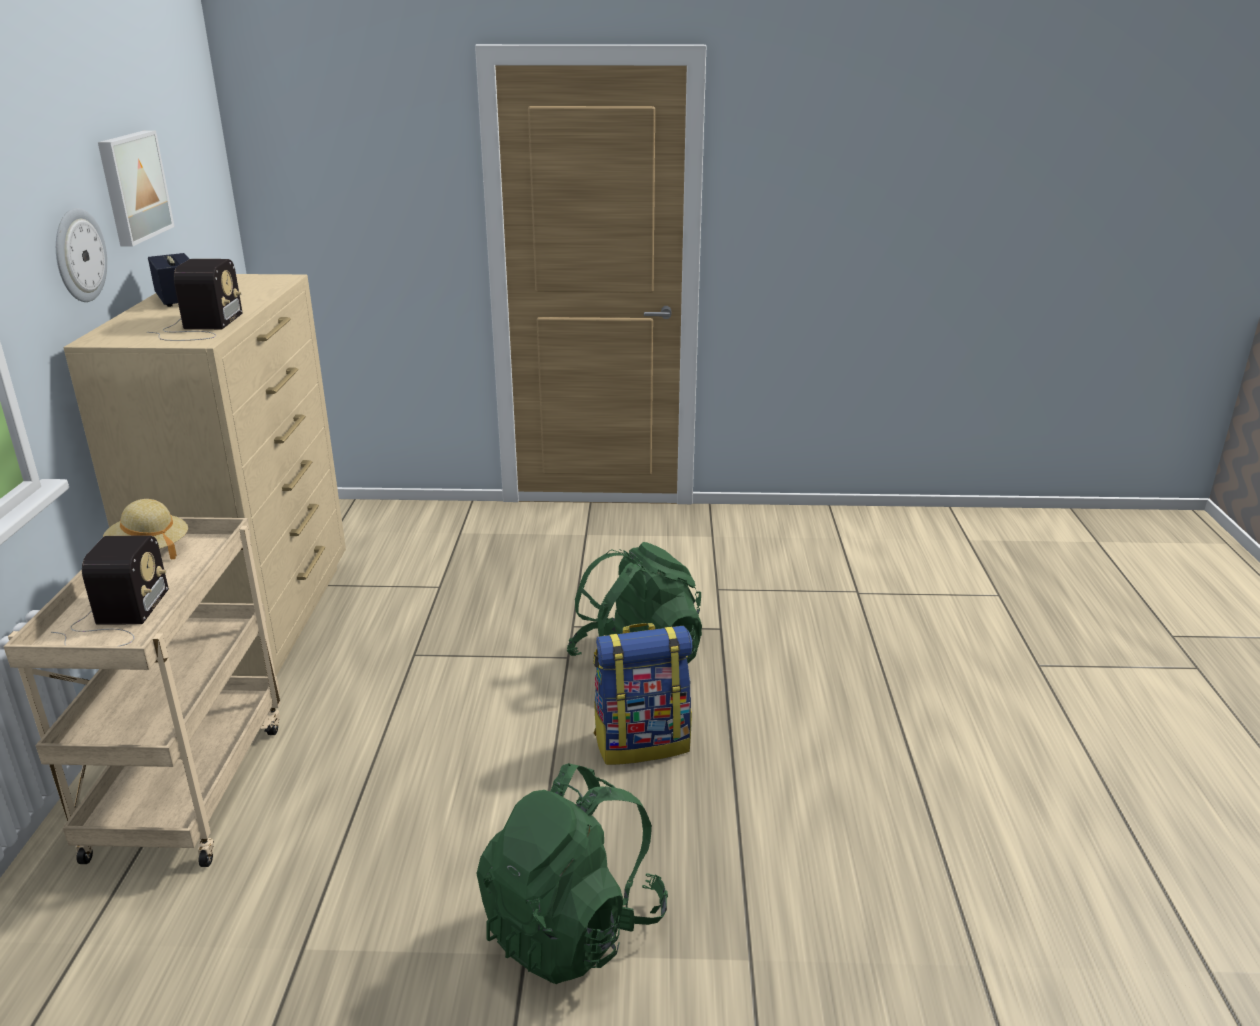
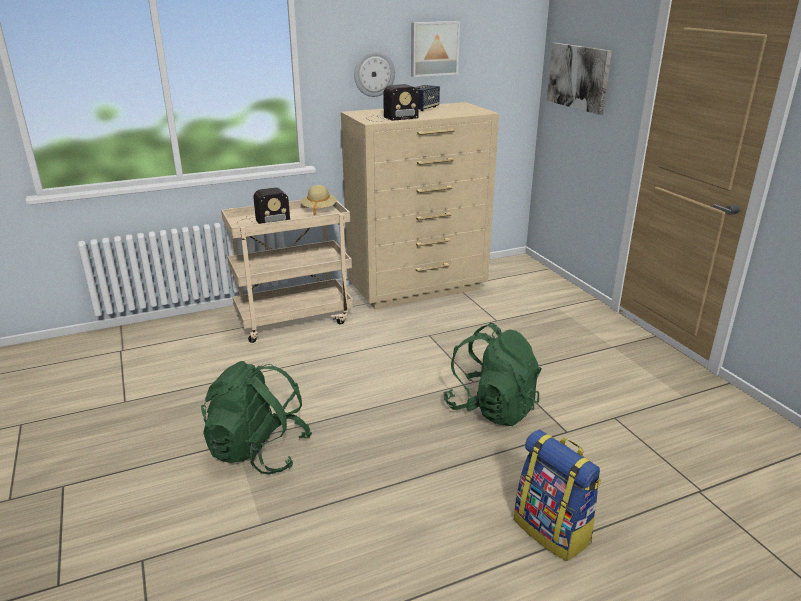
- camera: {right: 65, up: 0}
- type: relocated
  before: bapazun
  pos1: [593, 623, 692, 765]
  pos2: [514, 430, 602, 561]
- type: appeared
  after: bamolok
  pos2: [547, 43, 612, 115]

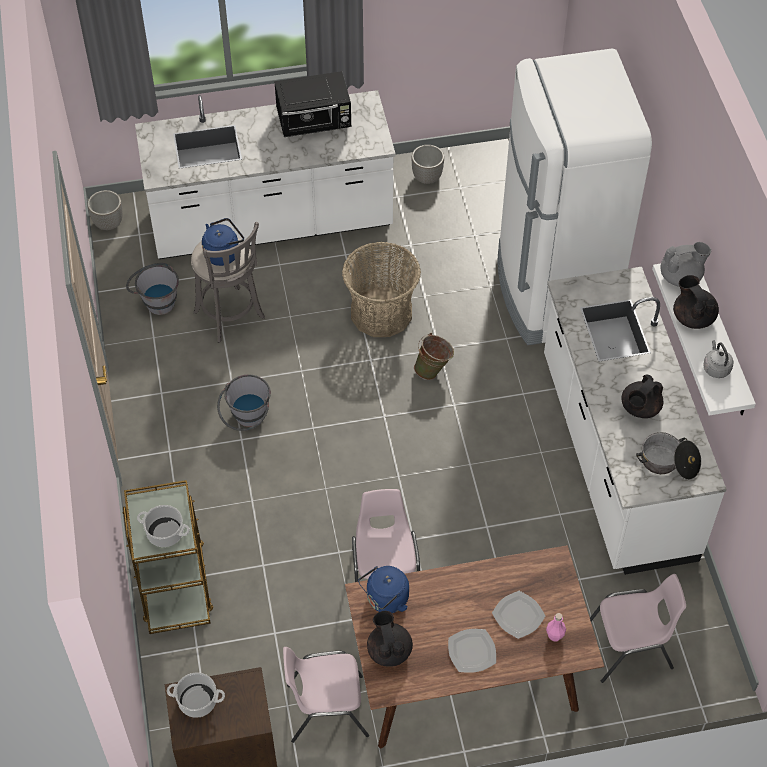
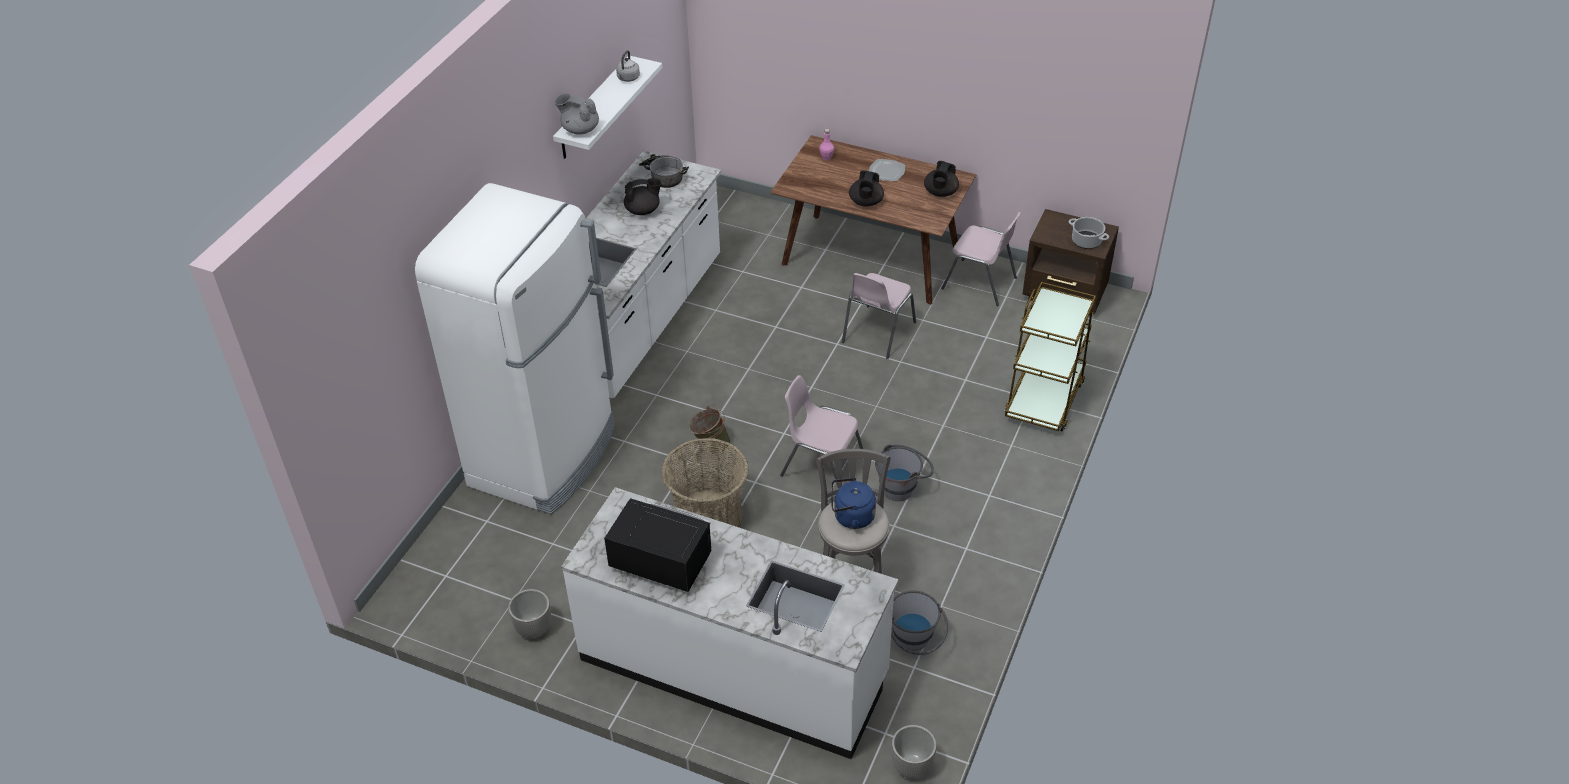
- camera: {right: -145, up: -10}
- type: missing
  before: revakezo
  pos1: [137, 505, 190, 547]
- type: missing
  before: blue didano
  pos1: [358, 566, 409, 613]
- type: missing
  before: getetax
  pos1: [492, 591, 545, 639]
- type: relocated
  before: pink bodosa
  pos1: [590, 574, 686, 683]
  pos2: [780, 375, 863, 487]
- type: relocated
  before: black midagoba
  pos1: [673, 275, 719, 329]
  pos2: [849, 170, 884, 207]

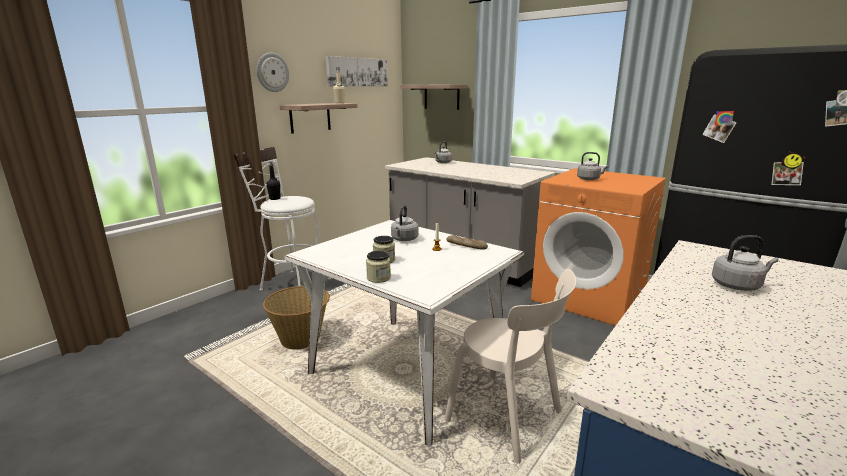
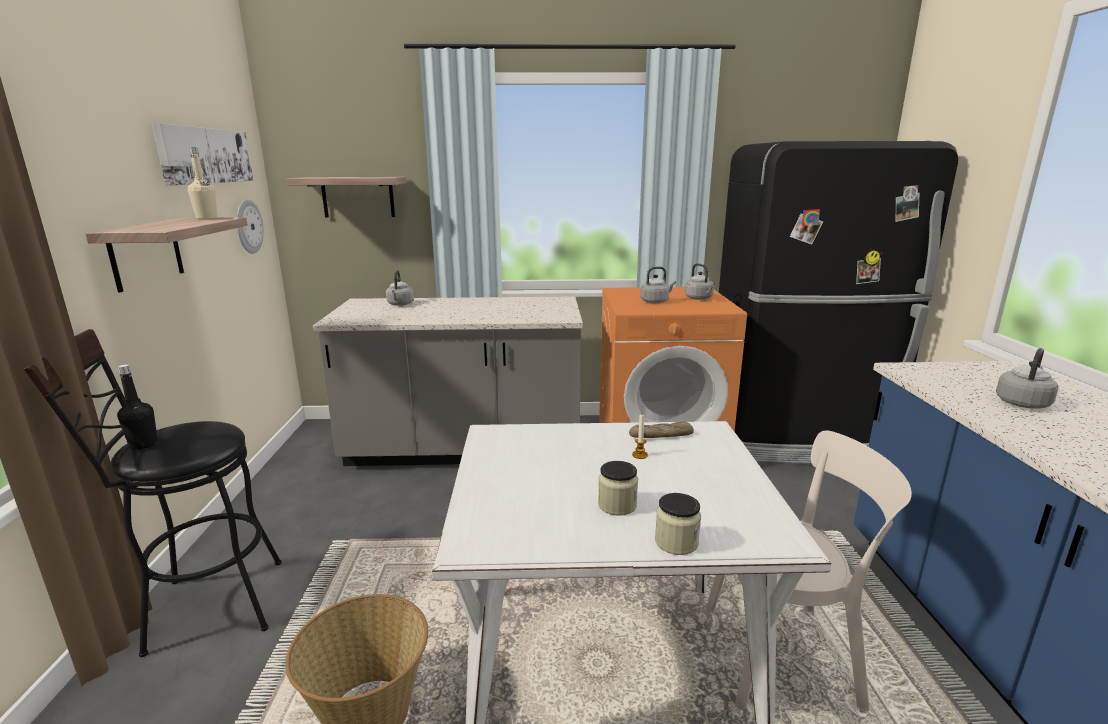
- camera: {right: -40, up: 0}
- type: colour
  before: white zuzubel
  after: black zuzubel
  pos1: [233, 147, 331, 291]
  pos2: [24, 329, 281, 657]
- type: relocated
  before: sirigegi
  pos1: [257, 53, 289, 92]
  pos2: [237, 200, 264, 254]
- type: relocated
  before: grey didano
  pos1: [391, 205, 419, 241]
  pos2: [685, 263, 715, 300]

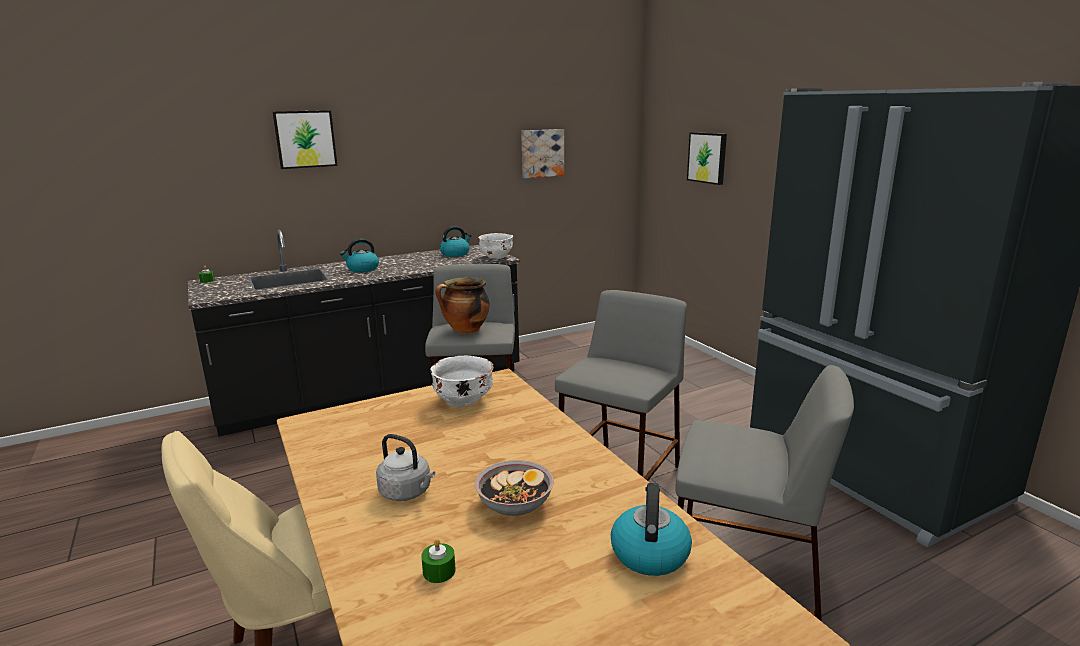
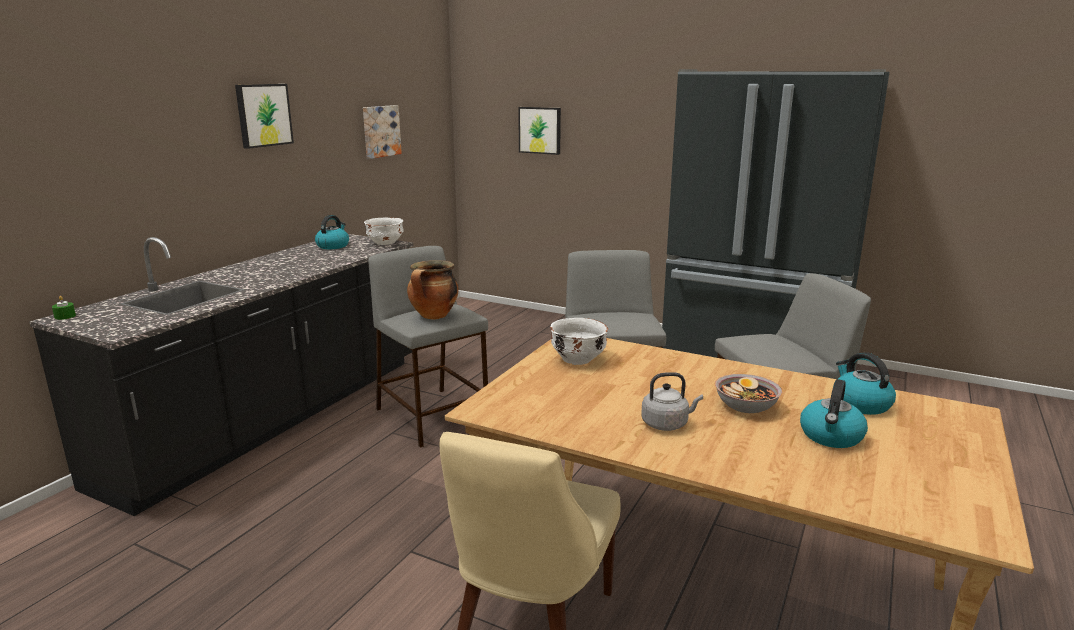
- camera: {right: -35, up: 0}
- type: relocated
  before: bamolok
  pos1: [273, 110, 338, 169]
  pos2: [235, 84, 294, 149]
- type: relocated
  before: didano
  pos1: [340, 239, 379, 272]
  pos2: [800, 379, 868, 448]
- type: missing
  before: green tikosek
  pos1: [421, 539, 456, 583]

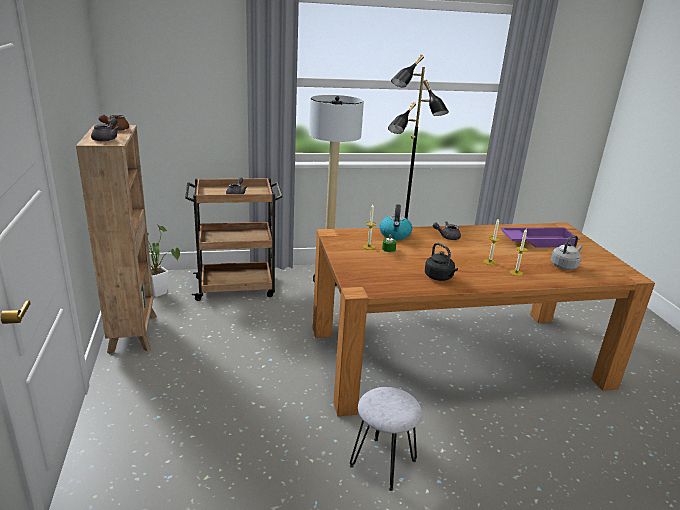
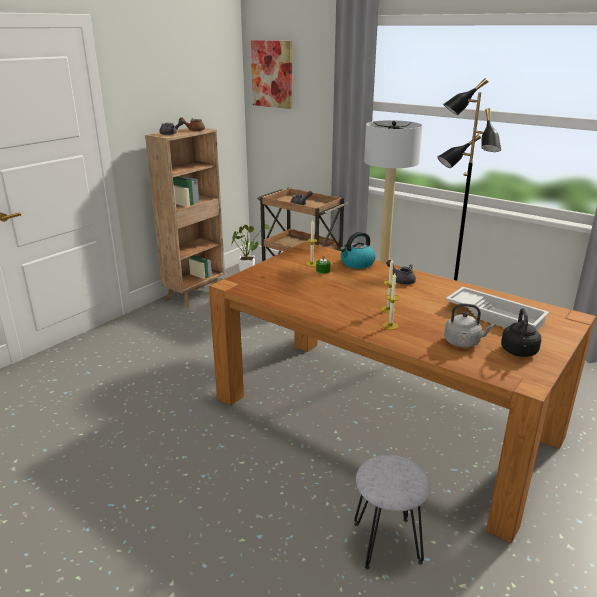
- camera: {right: 50, up: 0}
- type: relocated
  before: grey zuzubel
  pos1: [350, 387, 422, 491]
  pos2: [354, 455, 431, 569]
- type: relocated
  before: black didano
  pos1: [425, 243, 458, 281]
  pos2: [501, 308, 541, 357]
- type: colour
  before: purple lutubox
  after: white lutubox
  pos1: [501, 227, 579, 247]
  pos2: [446, 287, 549, 330]
- type: appeared
  after: bamolok
  pos2: [251, 40, 292, 109]

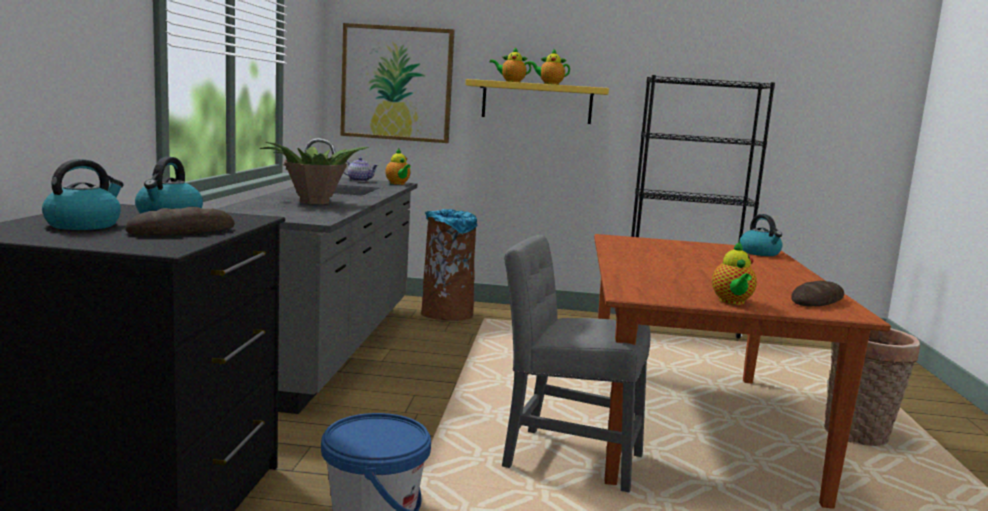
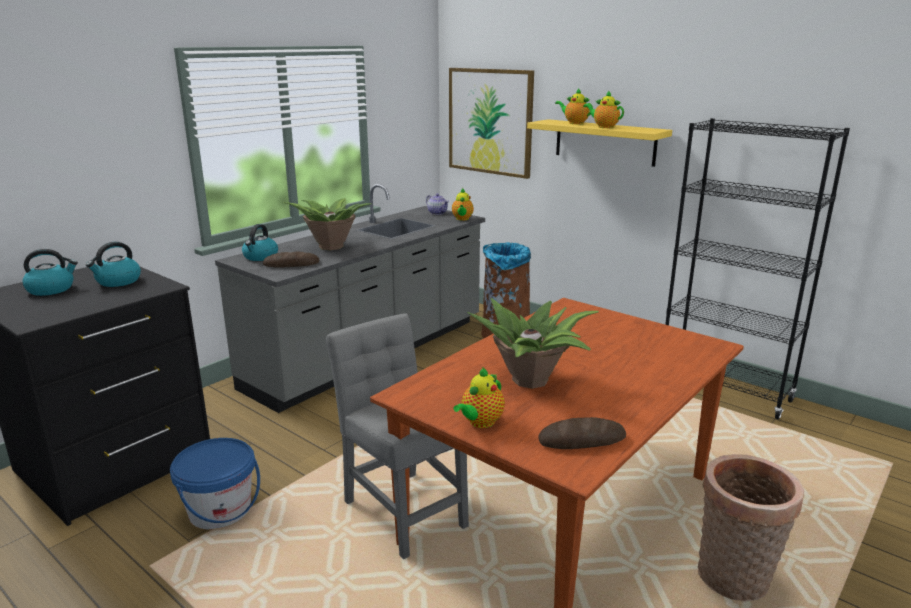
- camera: {right: 35, up: 10}
- type: relocated
  before: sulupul
  pos1: [125, 207, 235, 235]
  pos2: [263, 251, 319, 268]
- type: relocated
  before: didano
  pos1: [739, 214, 783, 256]
  pos2: [242, 224, 278, 261]
- type: appeared
  after: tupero
  pos2: [467, 298, 599, 389]

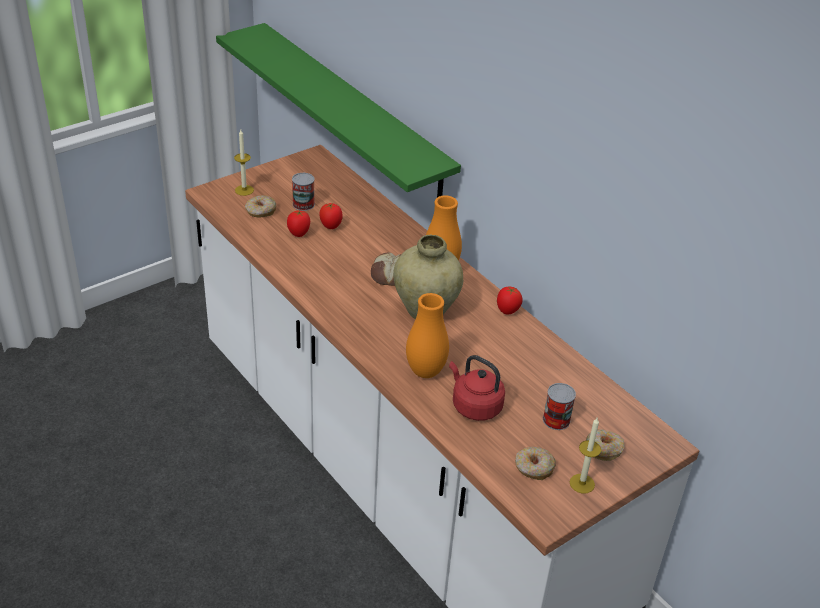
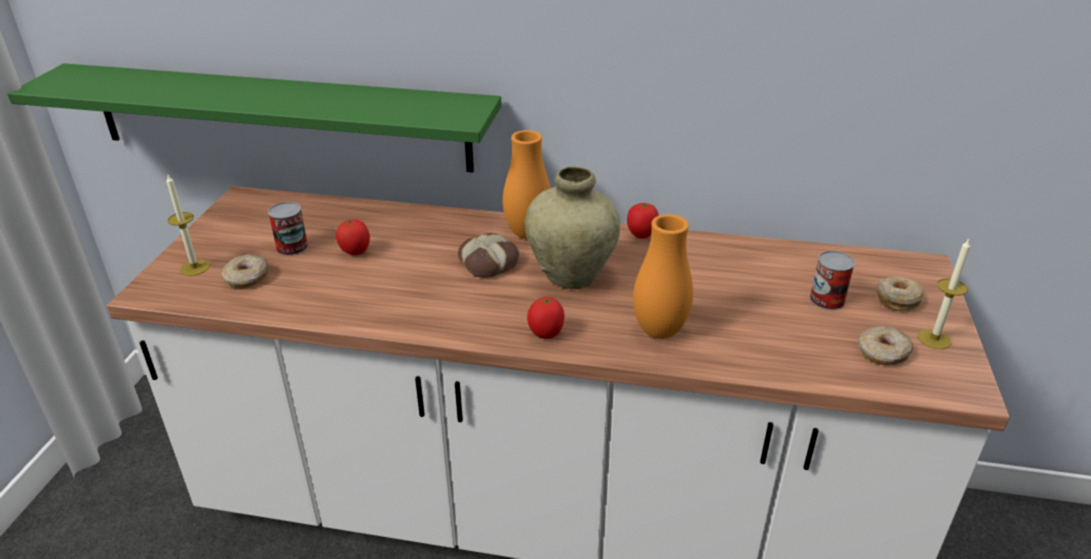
- camera: {right: -40, up: -5}
- type: relocated
  before: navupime
  pos1: [287, 211, 310, 237]
  pos2: [527, 297, 565, 339]
- type: missing
  before: red didano
  pos1: [449, 355, 505, 421]

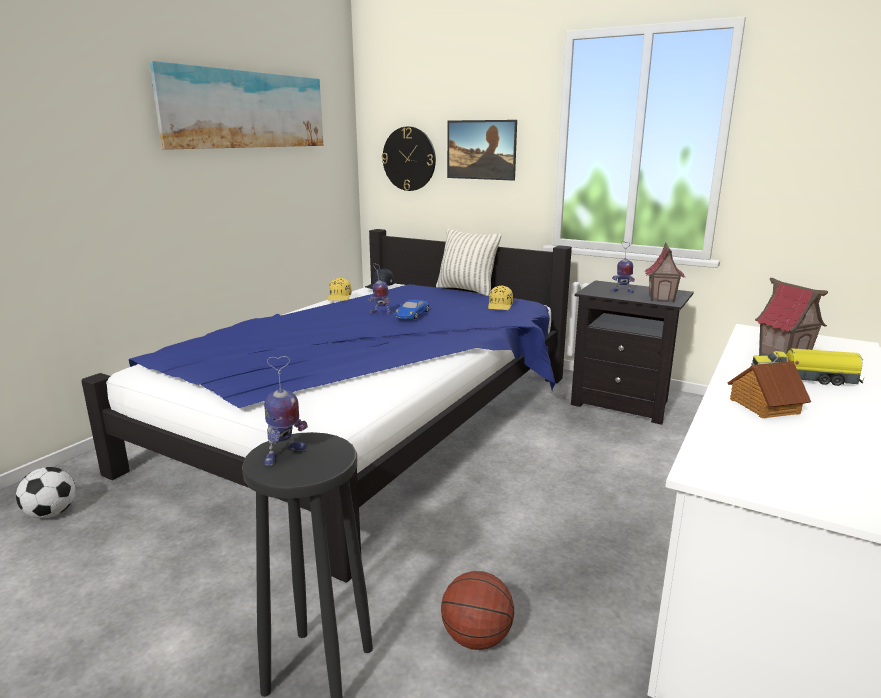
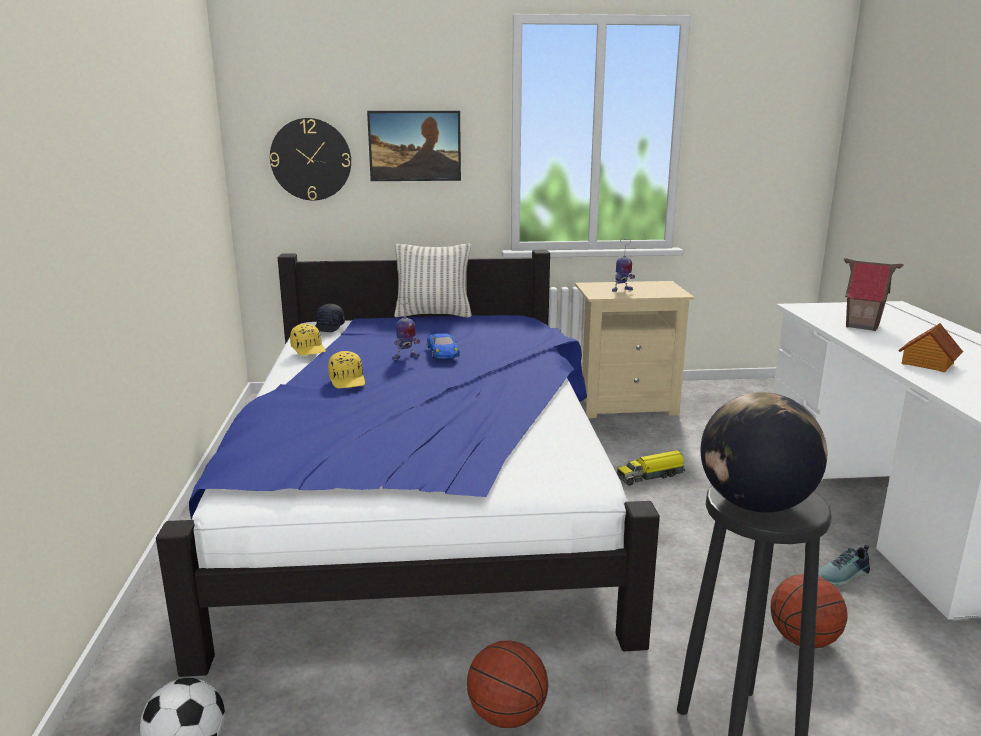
- camera: {right: -35, up: 0}
- type: missing
  before: bamolok
  pos1: [150, 61, 323, 150]
- type: exchanged
  before: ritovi
  after: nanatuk
  pos1: [264, 356, 308, 465]
  pos2: [701, 392, 827, 513]
- type: relocated
  before: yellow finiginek
  pos1: [488, 286, 513, 310]
  pos2: [328, 351, 365, 388]
- type: colour
  before: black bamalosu
  after: beige bamalosu
  pos1: [571, 280, 694, 425]
  pos2: [575, 281, 695, 418]
- type: missing
  before: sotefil
  pos1: [645, 243, 685, 302]
- type: relocated
  before: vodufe
  pos1: [751, 348, 864, 386]
  pos2: [617, 450, 686, 486]
- type: appeared
  after: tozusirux
  pos2: [467, 641, 548, 728]
- type: appeared
  after: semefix
  pos2: [818, 545, 870, 585]

